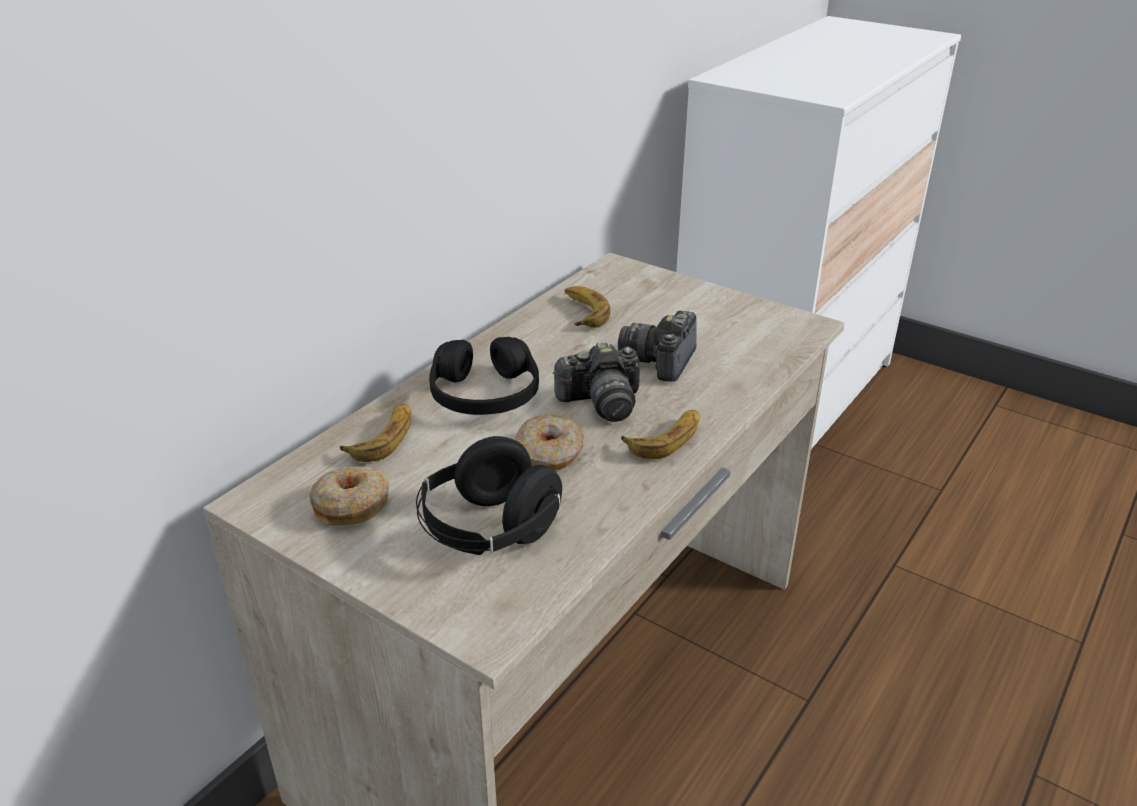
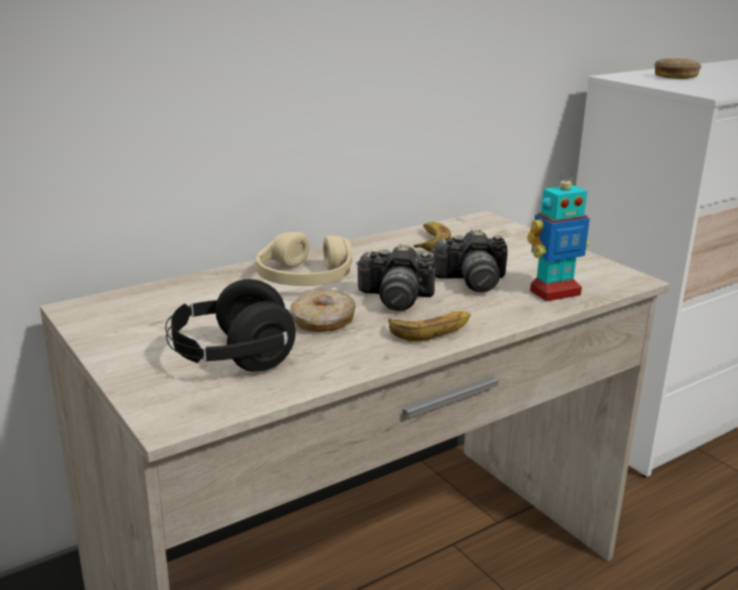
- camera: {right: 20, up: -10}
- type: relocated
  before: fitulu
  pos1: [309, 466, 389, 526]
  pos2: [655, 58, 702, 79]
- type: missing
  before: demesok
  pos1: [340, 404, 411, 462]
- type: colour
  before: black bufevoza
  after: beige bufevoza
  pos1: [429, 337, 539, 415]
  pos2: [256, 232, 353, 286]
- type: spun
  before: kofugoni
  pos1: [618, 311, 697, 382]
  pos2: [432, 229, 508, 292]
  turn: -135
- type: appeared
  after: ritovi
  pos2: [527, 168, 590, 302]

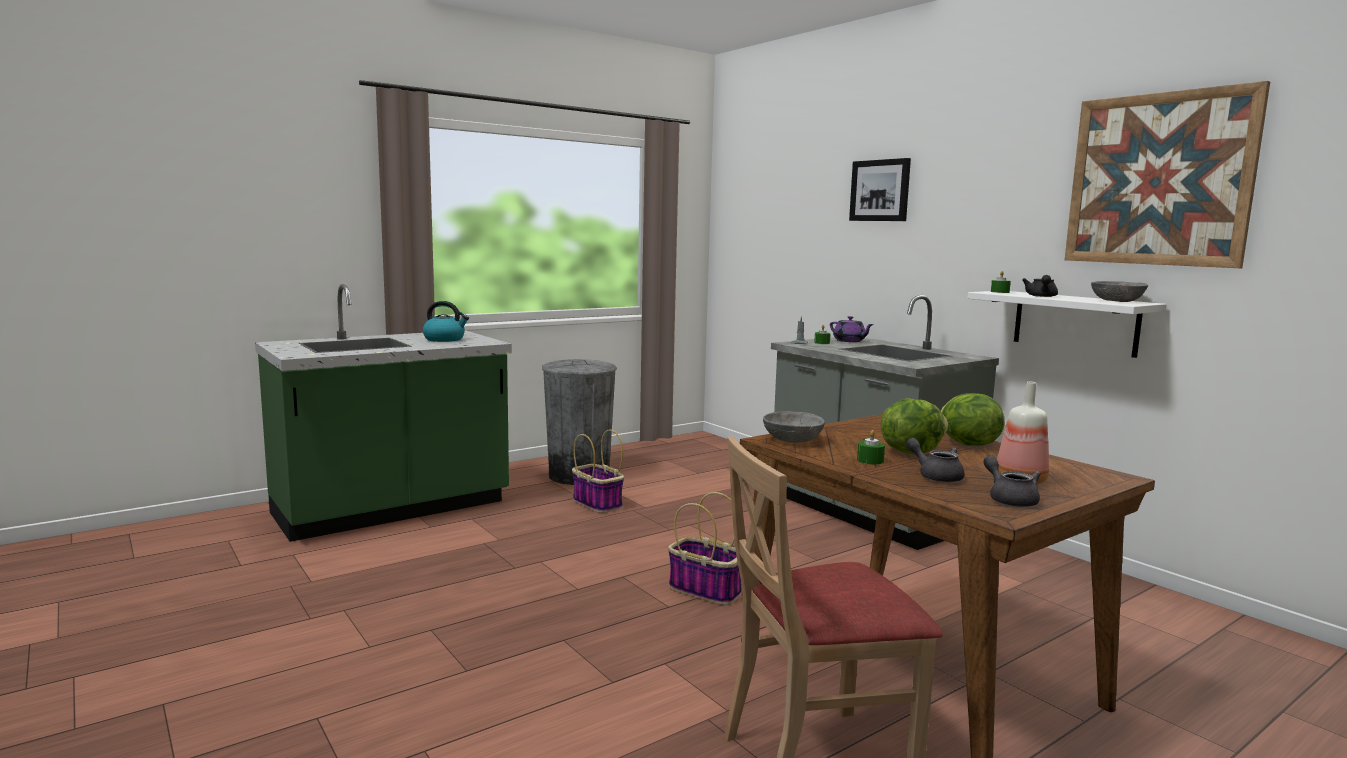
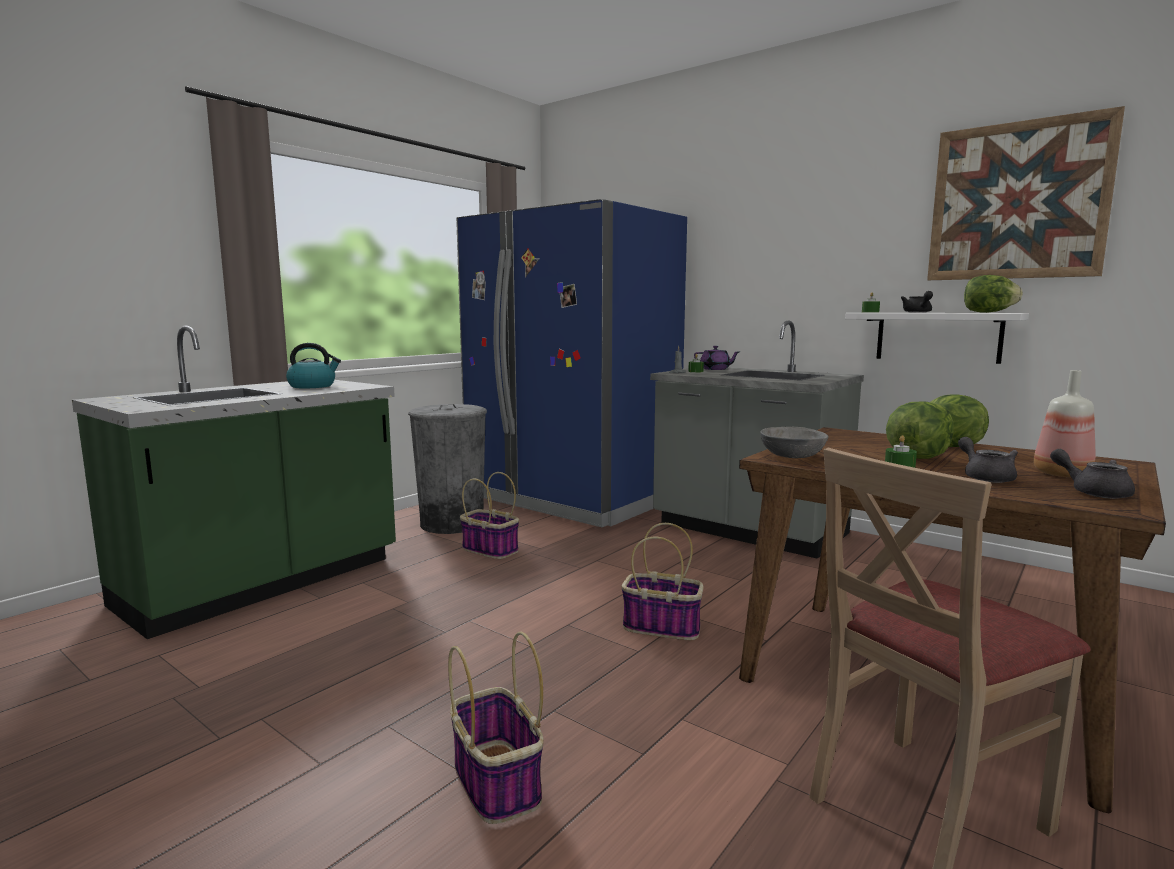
- camera: {right: -15, up: 0}
- type: missing
  before: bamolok
  pos1: [849, 158, 911, 221]
- type: spun
  before: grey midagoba
  pos1: [906, 438, 965, 483]
  pos2: [958, 437, 1018, 483]
  turn: 45
- type: exchanged
  before: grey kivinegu
  after: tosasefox
  pos1: [1091, 281, 1148, 302]
  pos2: [964, 275, 1023, 313]
- type: appeared
  after: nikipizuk
  pos2: [448, 632, 544, 824]
- type: appeared
  after: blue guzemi
  pos2: [456, 199, 687, 527]

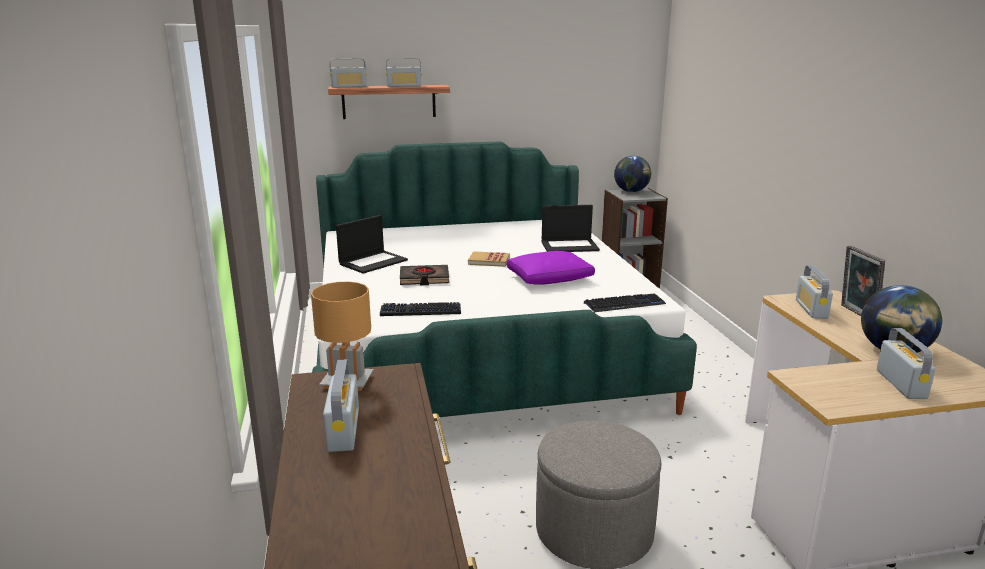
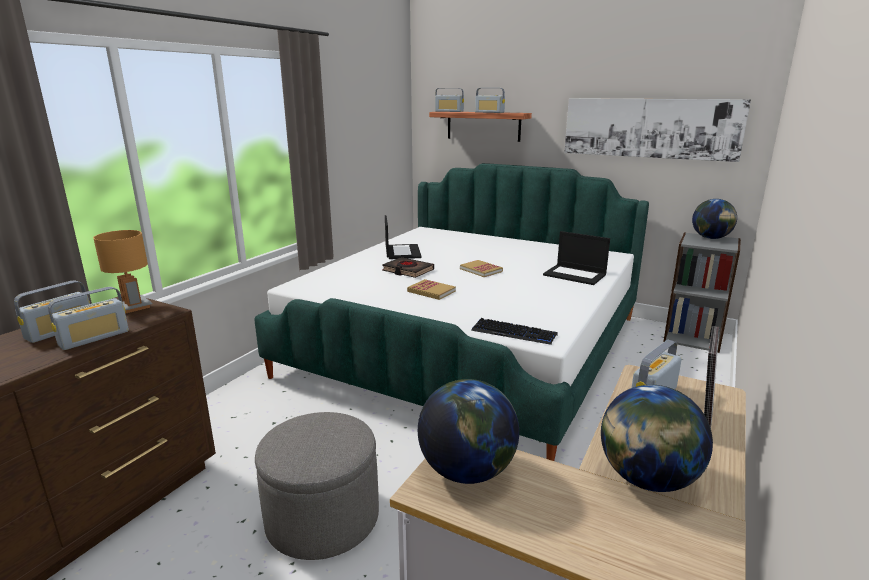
- camera: {right: 40, up: 0}
- type: spun
  before: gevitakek
  pos1: [336, 215, 408, 274]
  pos2: [385, 215, 422, 259]
  turn: -90
- type: missing
  before: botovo
  pos1: [380, 302, 461, 316]
- type: missing
  before: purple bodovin
  pos1: [507, 251, 595, 285]
- type: relocated
  before: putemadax
  pos1: [877, 328, 935, 399]
  pos2: [48, 287, 129, 350]
- type: appeared
  after: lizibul
  pos2: [407, 279, 456, 300]
- type: appeared
  after: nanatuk
  pos2: [418, 379, 519, 484]
- type: appeared
  after: bamolok
  pos2: [564, 98, 751, 162]

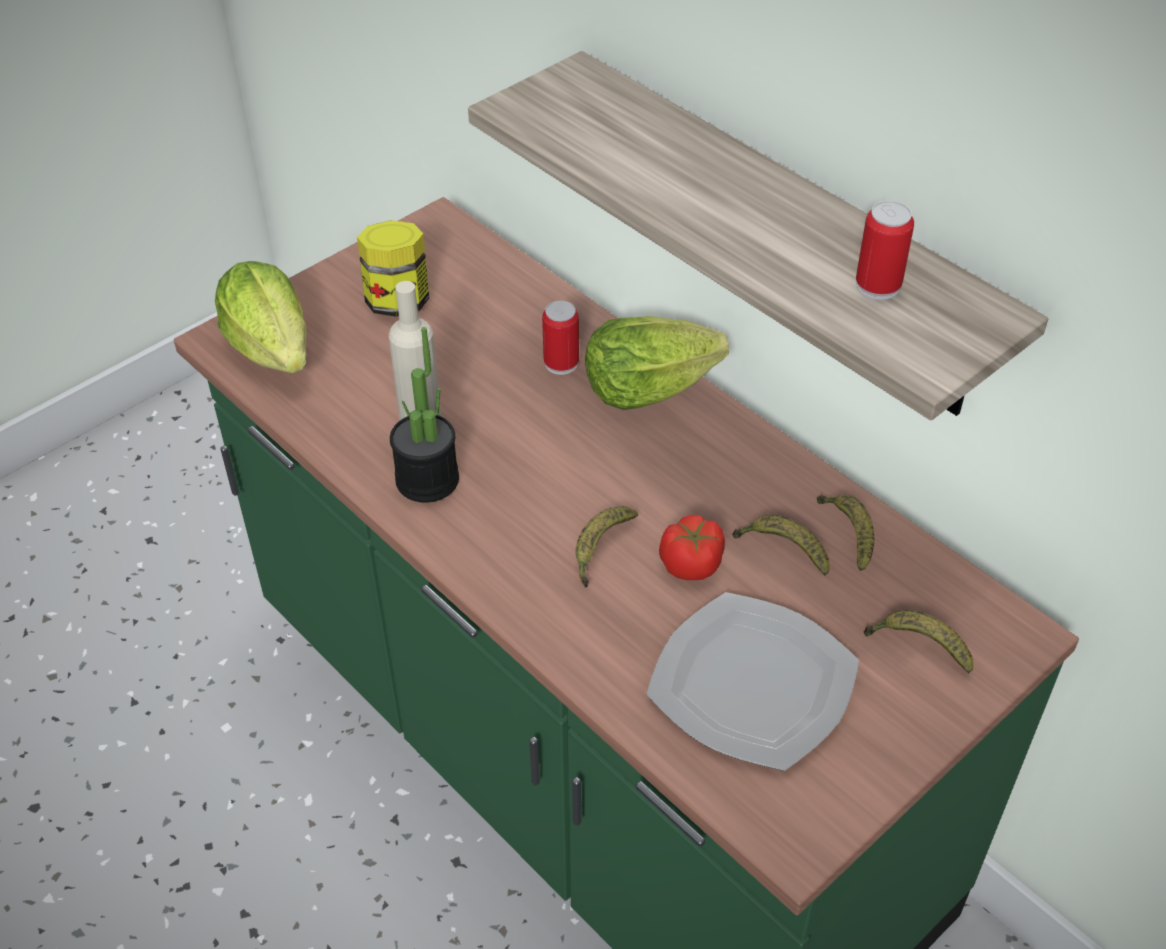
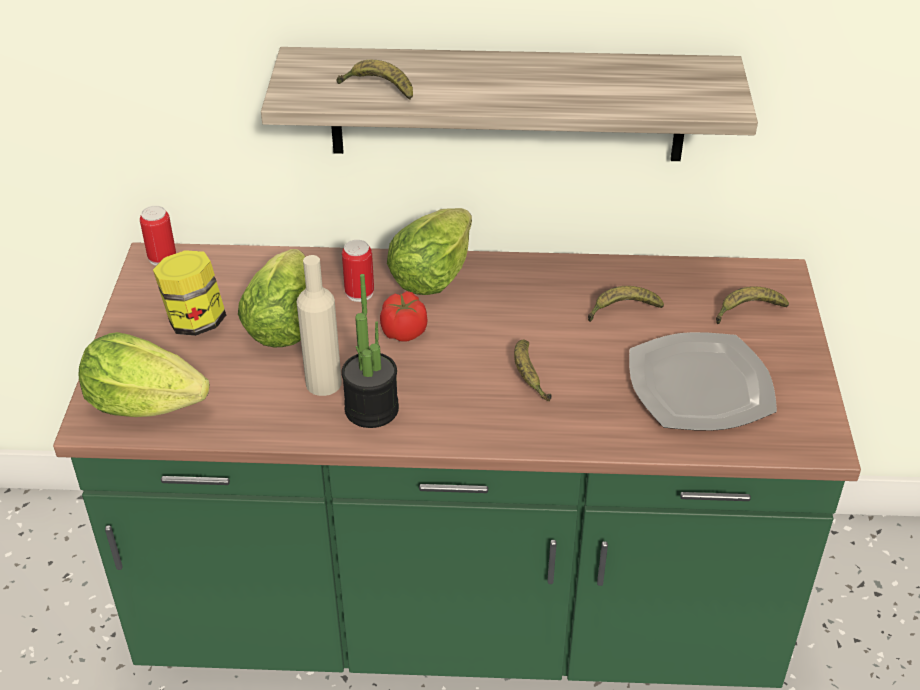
- camera: {right: -45, up: -5}
- type: relocated
  before: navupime
  pos1: [659, 515, 725, 580]
  pos2: [380, 291, 427, 342]
- type: relocated
  before: demesok
  pos1: [817, 495, 874, 571]
  pos2: [336, 60, 413, 100]
- type: relocated
  before: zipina
  pos1: [856, 201, 914, 300]
  pos2: [140, 206, 176, 266]
- type: appeared
  after: tosasefox
  pos2: [238, 249, 306, 348]

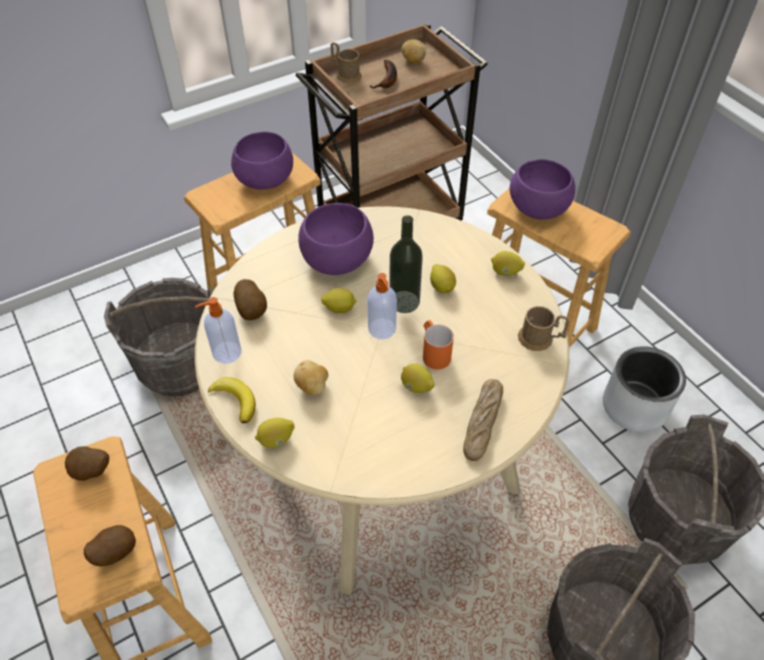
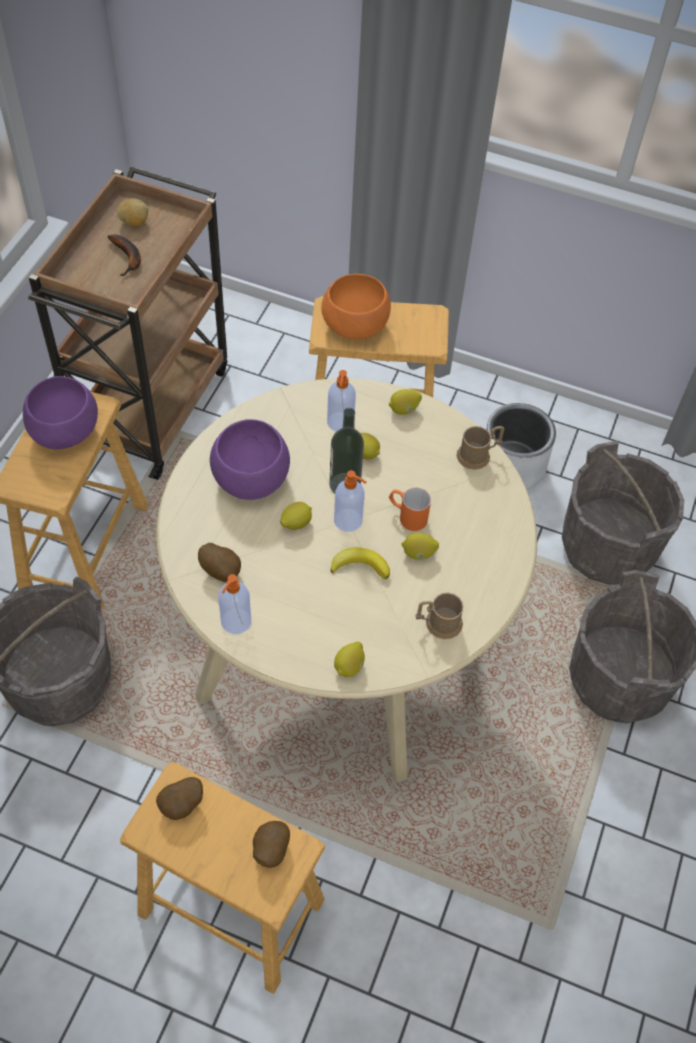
- camera: {right: -40, up: 5}
- type: relocated
  before: demesok
  pos1: [208, 377, 256, 424]
  pos2: [330, 547, 390, 579]
- type: missing
  before: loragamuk
  pos1: [294, 360, 328, 396]
- type: relocated
  before: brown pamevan
  pos1: [330, 42, 362, 83]
  pos2: [416, 593, 464, 639]
- type: missing
  before: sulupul
  pos1: [463, 379, 503, 461]
- type: colour
  before: purple kivinegu
  after: orange kivinegu
  pos1: [510, 159, 575, 219]
  pos2: [321, 274, 391, 339]
- type: appeared
  after: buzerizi
  pos2: [327, 370, 356, 432]

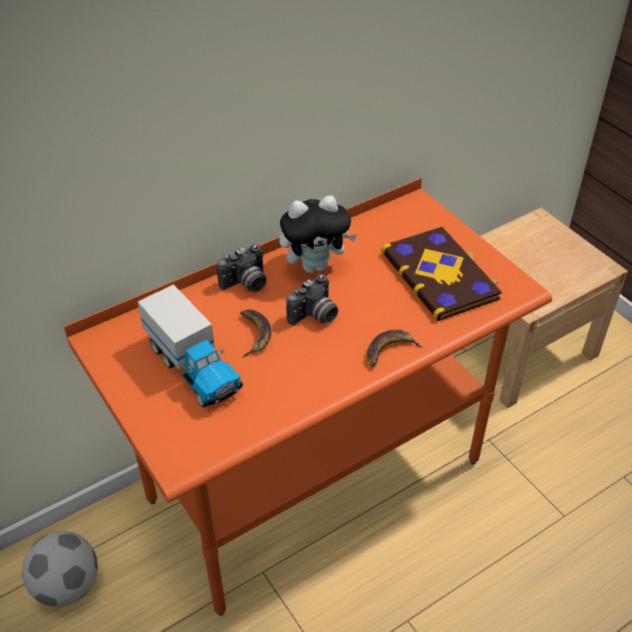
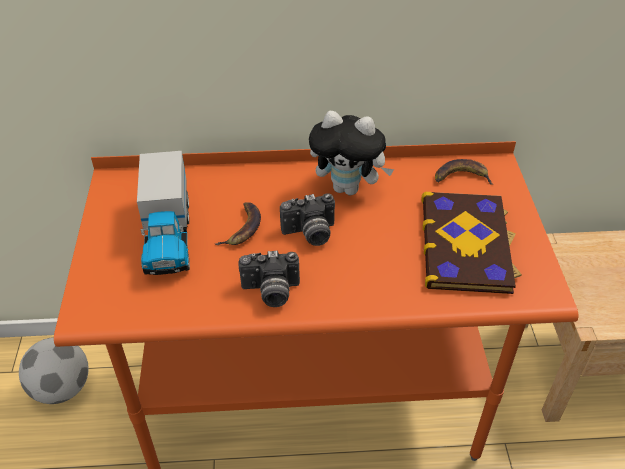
- camera: {right: 30, up: 0}
- type: relocated
  before: kofugoni
  pos1: [216, 244, 267, 292]
  pos2: [239, 250, 300, 307]
- type: relocated
  before: demesok
  pos1: [366, 329, 423, 367]
  pos2: [435, 159, 493, 184]

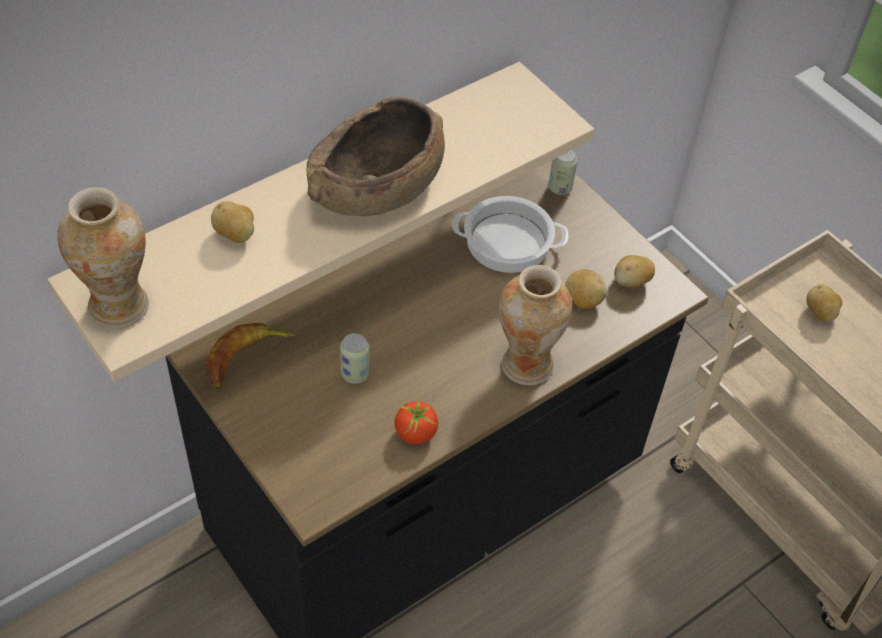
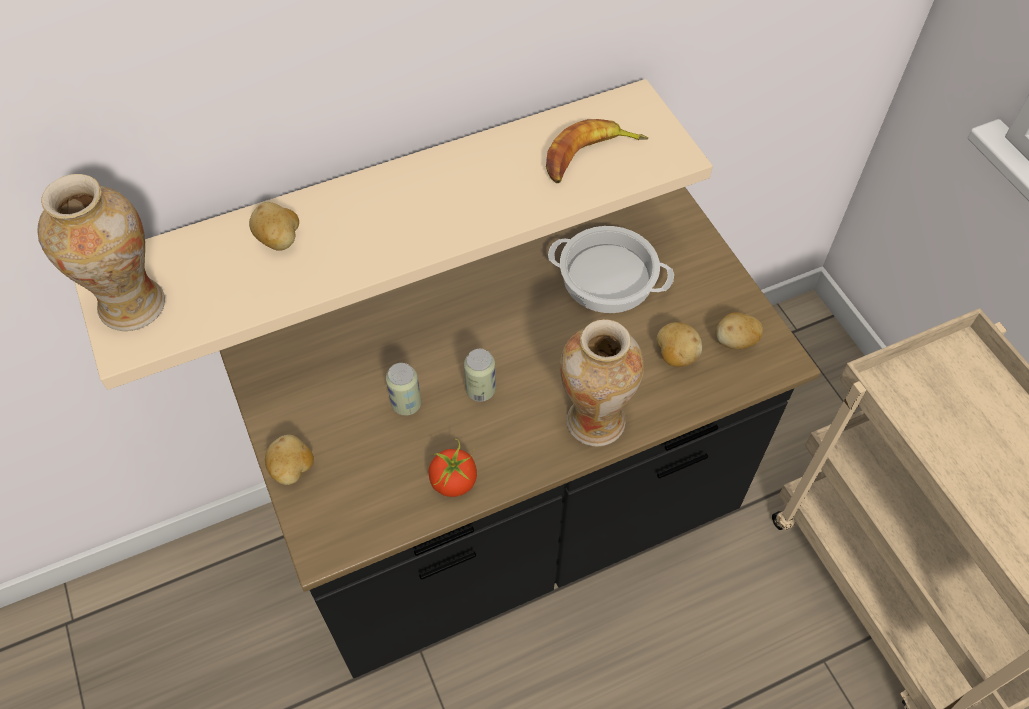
- camera: {right: 15, up: 5}
- type: relocated
  before: demesok
  pos1: [206, 323, 296, 390]
  pos2: [546, 119, 648, 183]
- type: missing
  before: brown kivinegu
  pos1: [307, 97, 445, 216]
- type: relocated
  before: zipina
  pos1: [548, 150, 578, 195]
  pos2: [464, 349, 496, 402]
- type: relocated
  before: loragamuk
  pos1: [807, 284, 842, 322]
  pos2: [265, 435, 314, 485]

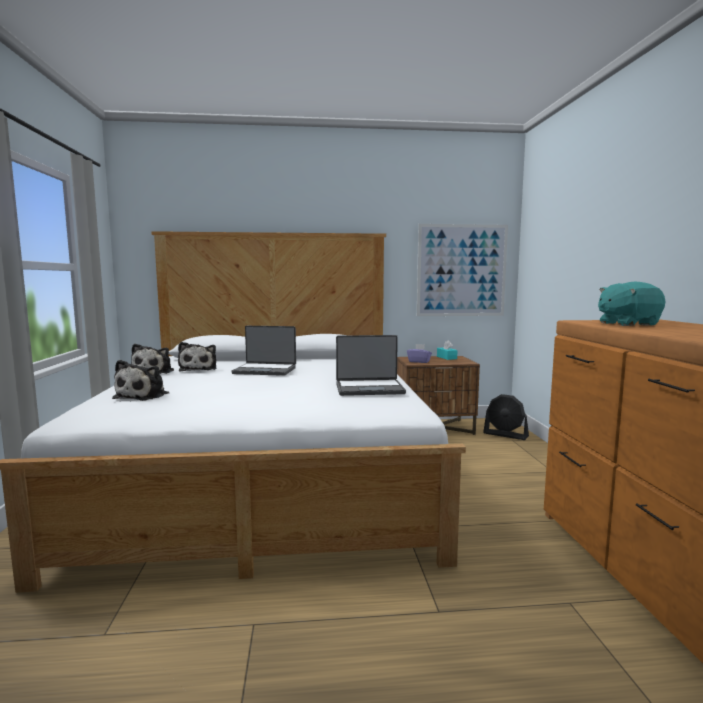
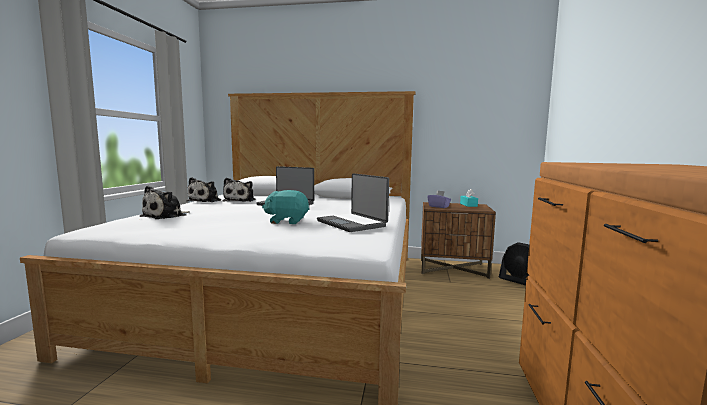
- camera: {right: 15, up: 0}
- type: spun
  before: gevitakek
  pos1: [336, 335, 406, 396]
  pos2: [317, 173, 389, 232]
  turn: 45
- type: missing
  before: bamolok
  pos1: [417, 224, 508, 316]
- type: relocated
  before: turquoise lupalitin
  pos1: [598, 282, 665, 326]
  pos2: [262, 190, 309, 224]

